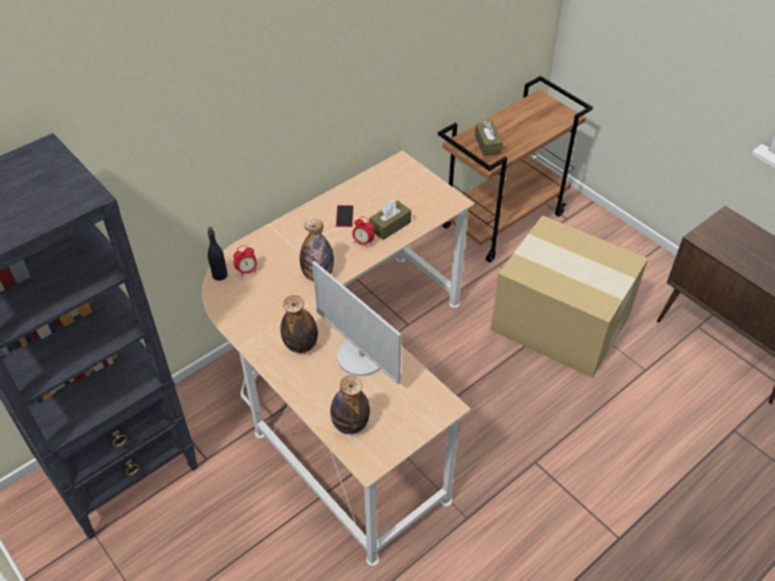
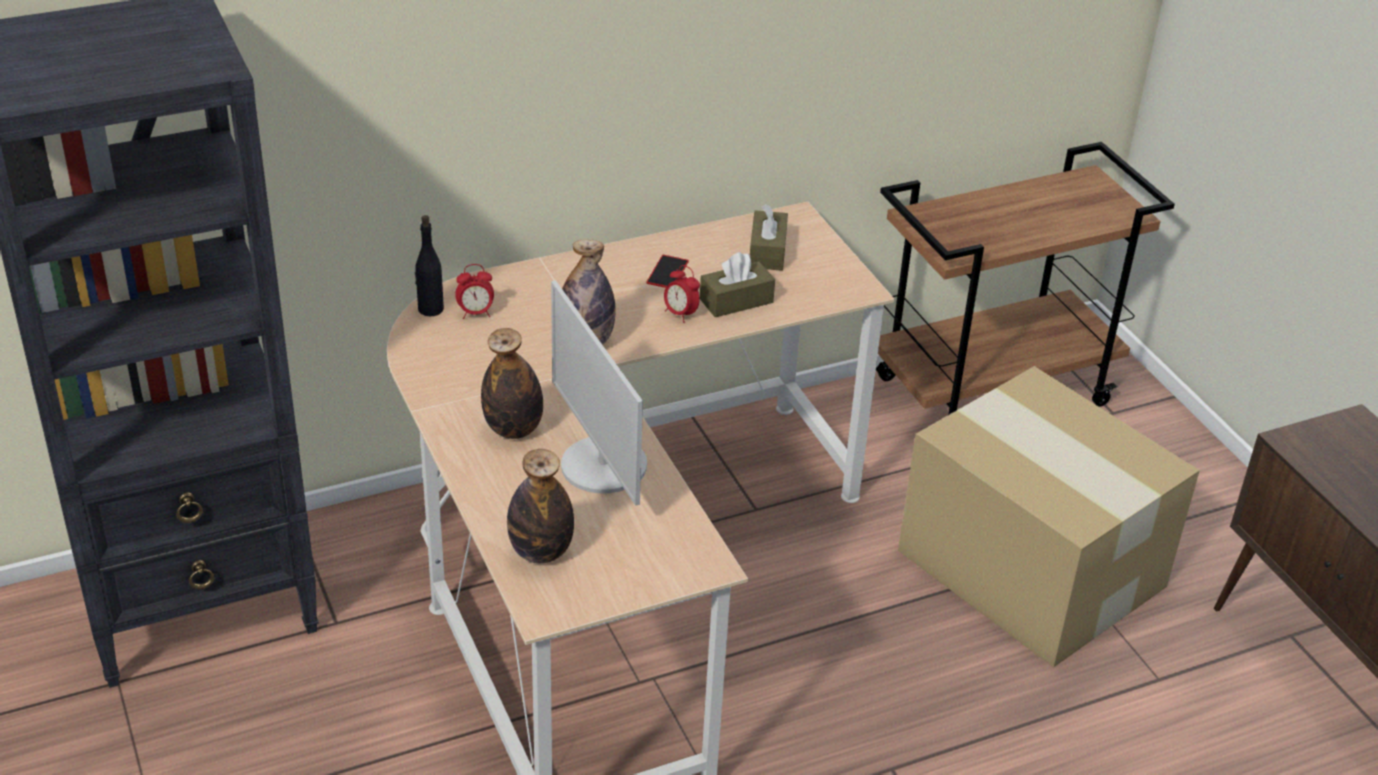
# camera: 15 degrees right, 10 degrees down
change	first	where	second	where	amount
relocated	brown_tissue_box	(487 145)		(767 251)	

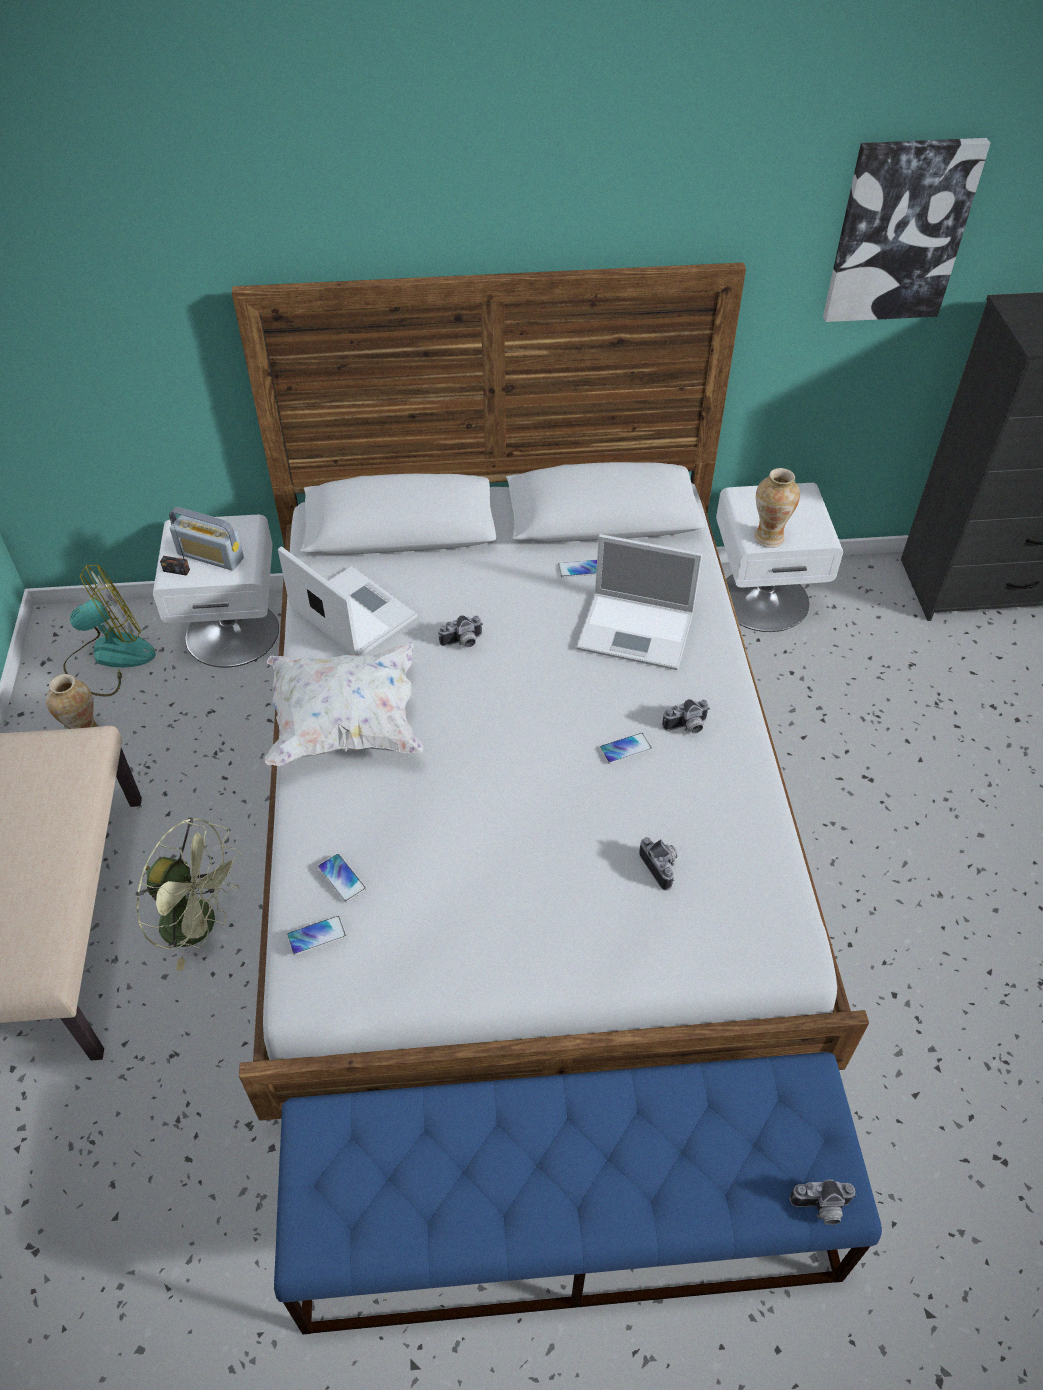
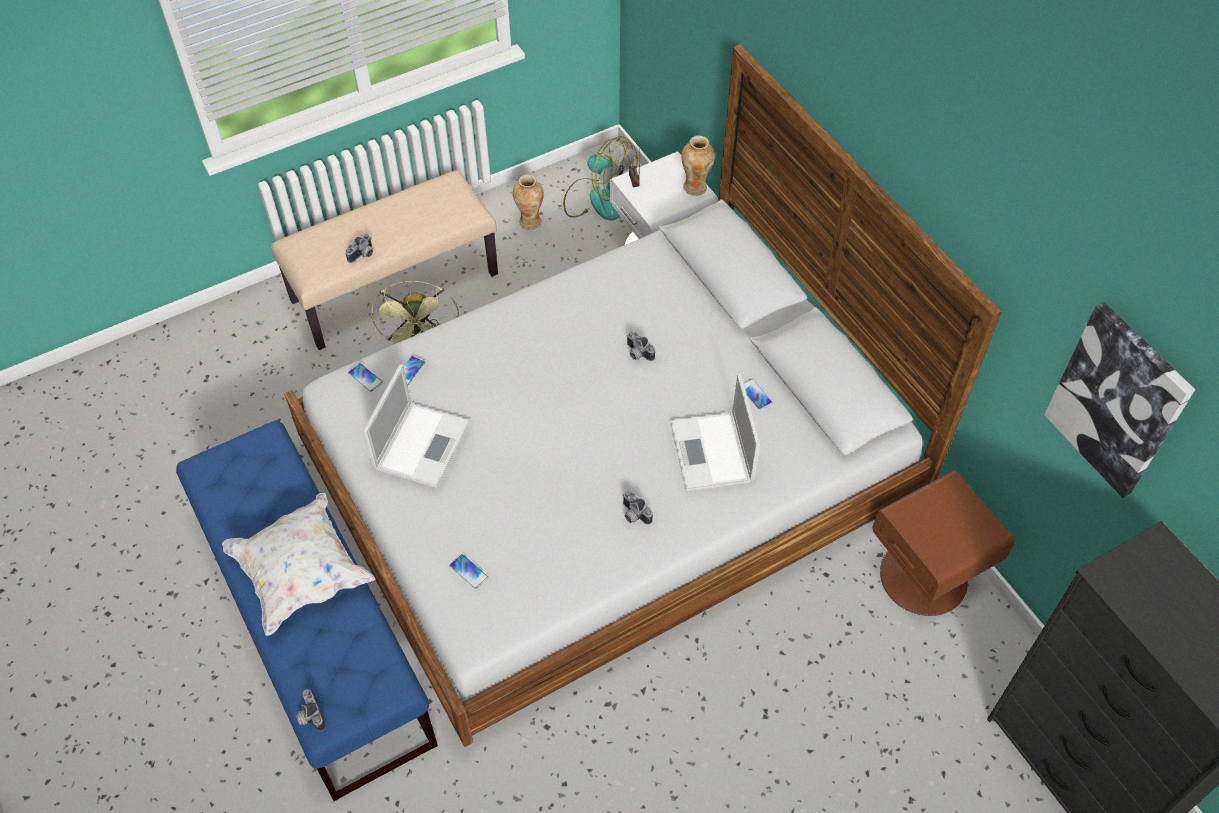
# camera: 65 degrees right, 5 degrees up
change	first	where	second	where	amount
relocated	vase	(768 537)		(695 187)	
colour	white_nightstand	(763 598)	brown_nightstand	(925 576)	
missing	radio	(210 556)			
relocated	laptop	(351 612)		(422 443)	
relocated	white_pillow	(346 724)		(301 574)	
relocated	phone	(625 749)		(468 572)	
relocated	photo_camera	(662 866)		(363 255)	

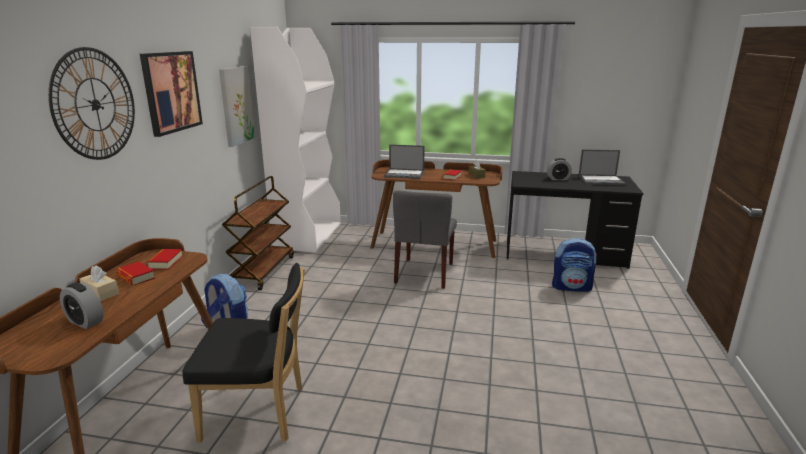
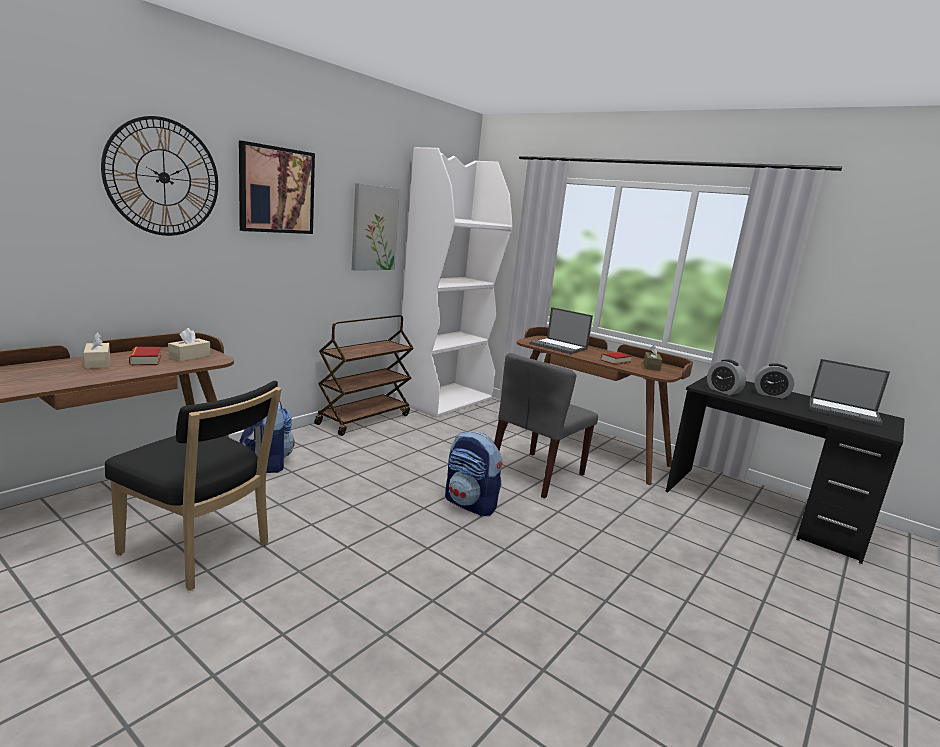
# camera: 25 degrees right, 5 degrees down
change	first	where	second	where	amount
relocated	backpack	(571 287)		(471 504)	
exchanged	book	(165 262)	beige_tissue_box	(189 356)	
relocated	alarm_clock	(85 321)		(723 391)	

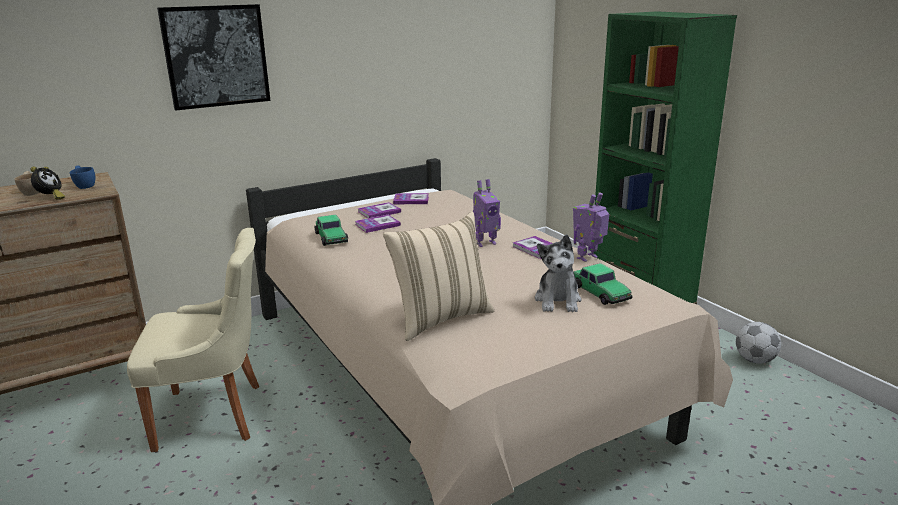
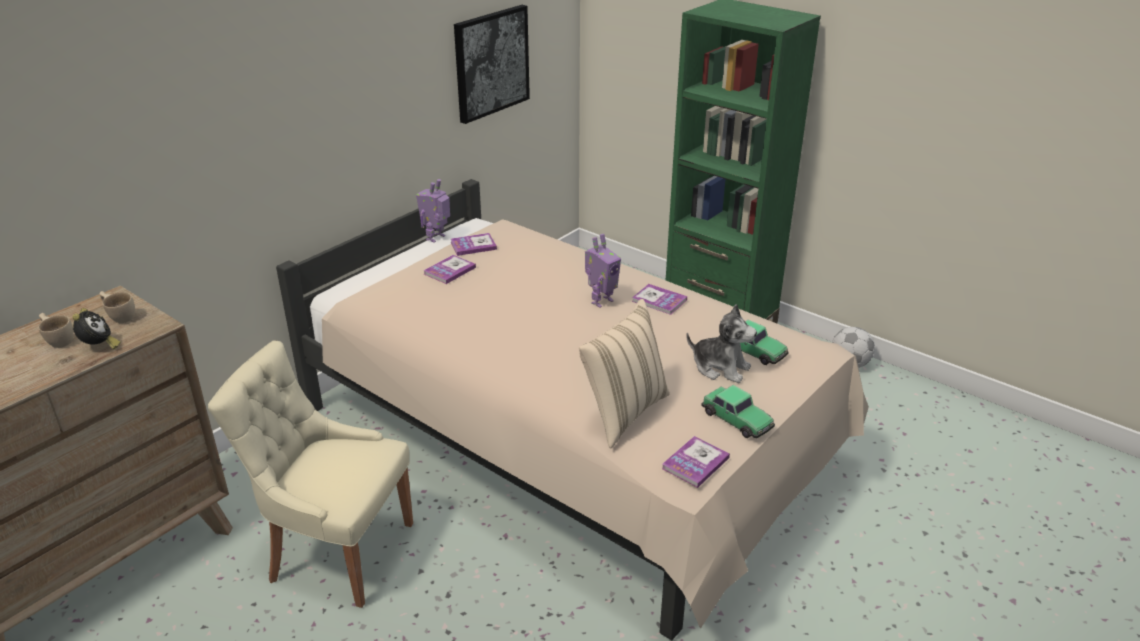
# camera: 20 degrees left, 10 degrees up
change	first	where	second	where	amount
relocated	picture	(216 56)		(491 63)	
colour	blue_cup	(85 185)	beige_cup	(120 316)	
relocated	toy_robot	(588 258)		(436 238)	
relocated	toy_car	(331 238)		(737 419)	
relocated	book	(377 225)		(695 463)	
spun	beige_chair	(214 415)		(337 551)	135 degrees counterclockwise
spun	plush_toy	(558 300)		(720 367)	45 degrees counterclockwise

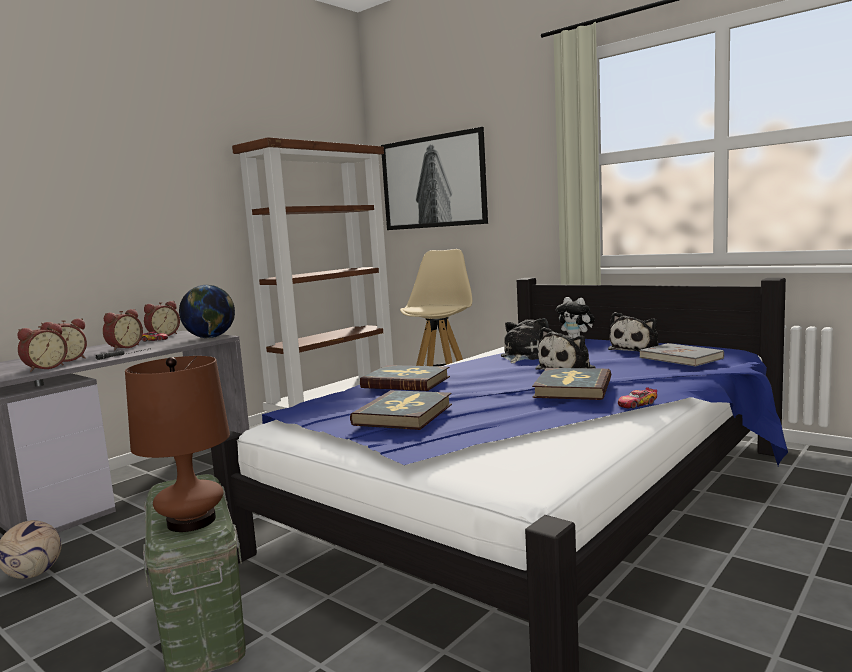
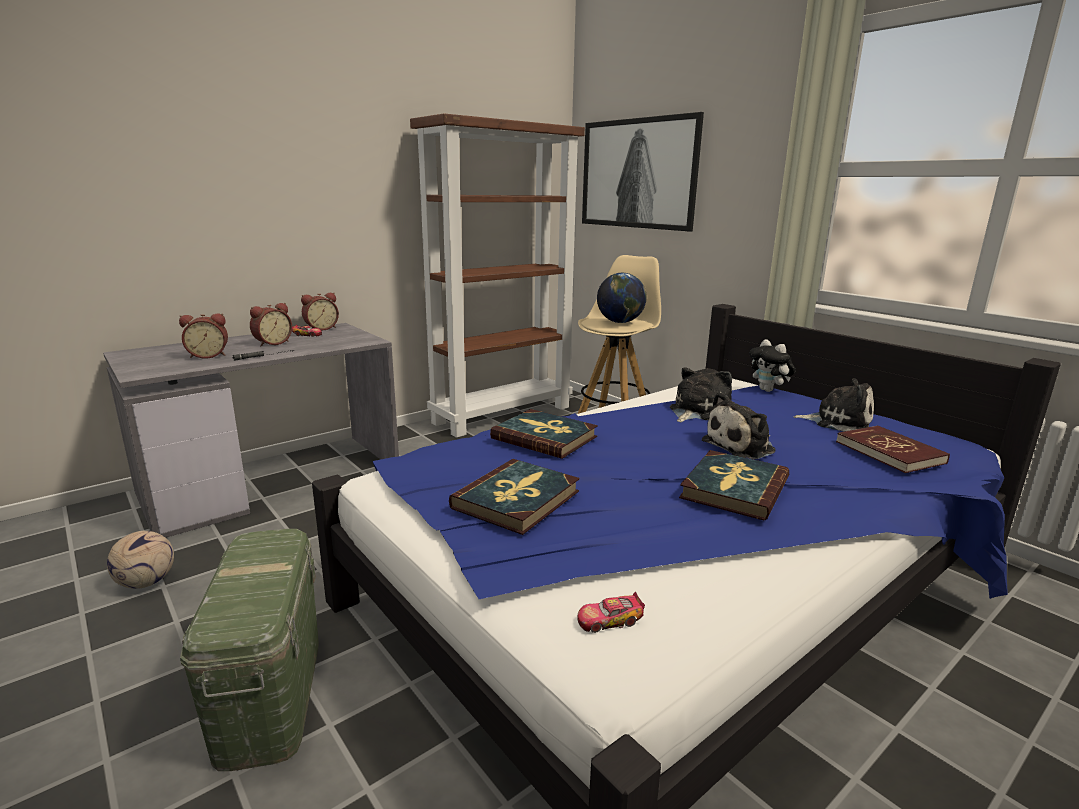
# camera: 10 degrees right, 10 degrees up
change	first	where	second	where	amount
relocated	globe	(210 338)		(620 322)	
spun	plush_toy	(637 349)		(838 422)	120 degrees counterclockwise
missing	alarm_clock	(44 368)			
colour	grey_book	(681 358)	red_book	(890 452)	
missing	brown_table_lamp	(192 521)			
relocated	toy_car	(636 404)		(608 620)	

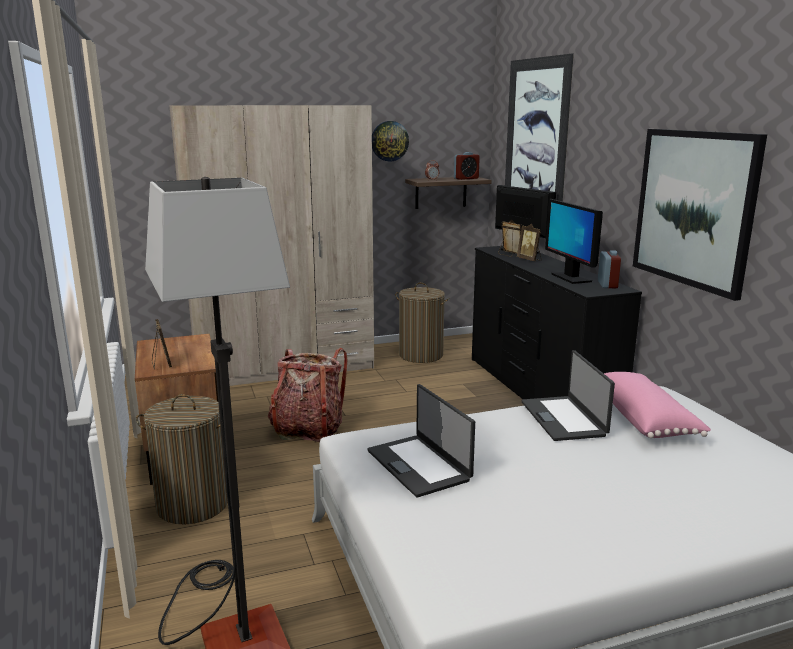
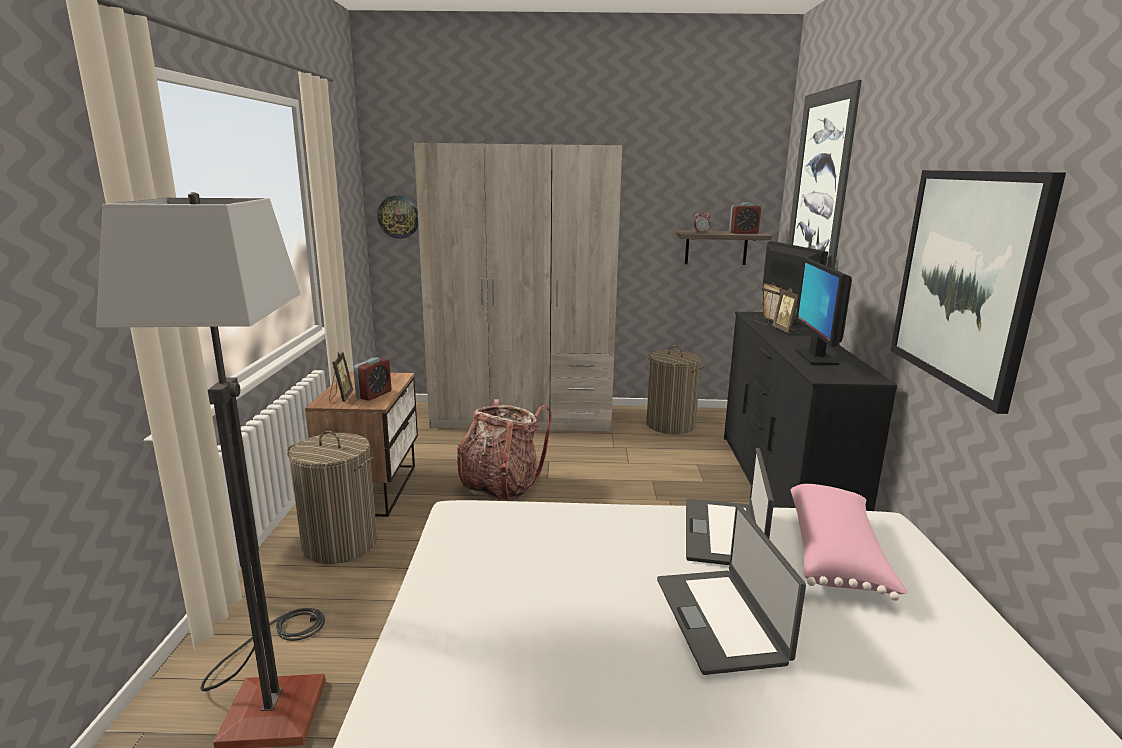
# camera: 20 degrees right, 0 degrees up
change	first	where	second	where	amount
relocated	wall_clock	(389 141)		(399 217)	
relocated	alarm_clock	(607 284)		(374 395)	
relocated	laptop	(419 465)		(721 619)	

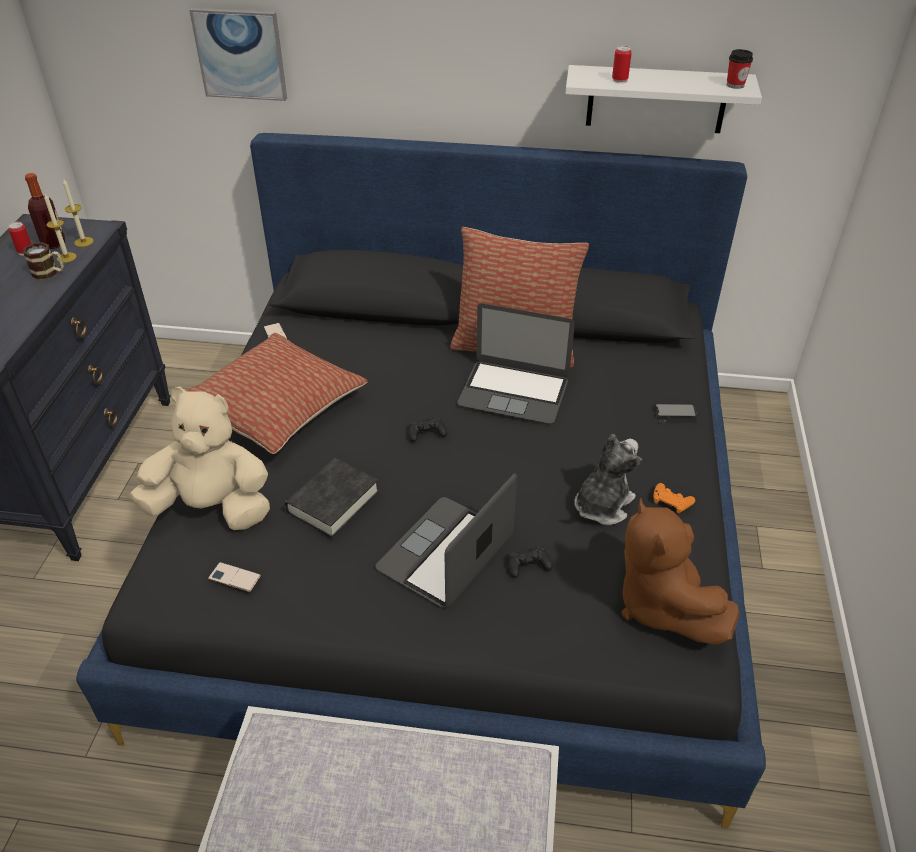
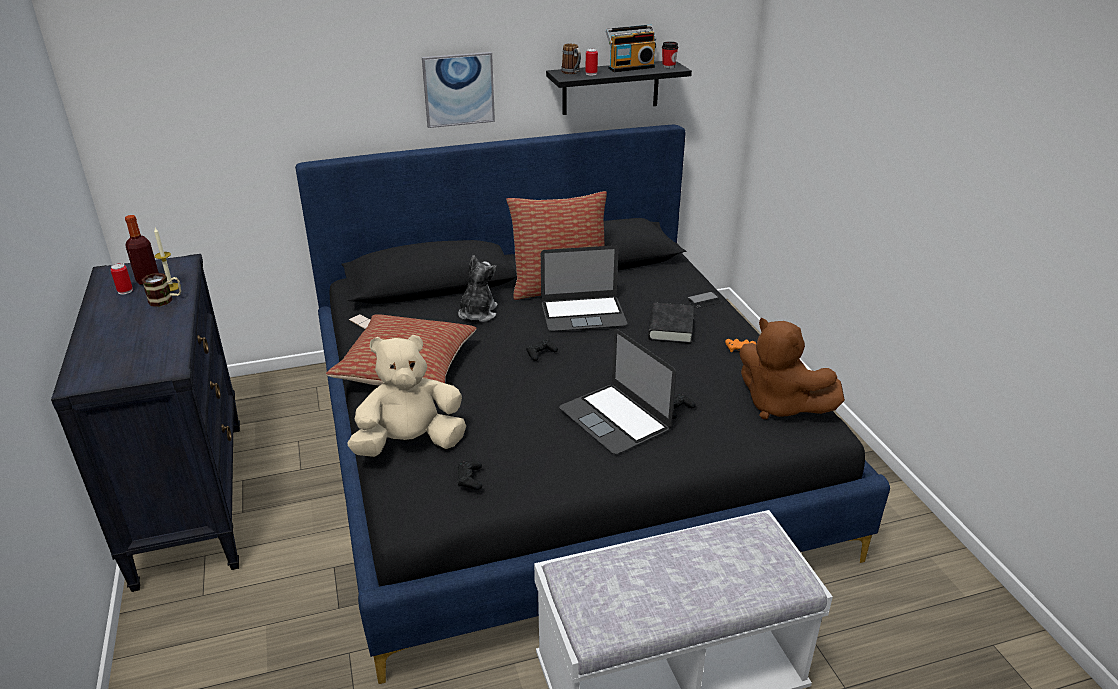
# camera: 25 degrees left, 10 degrees down
change	first	where	second	where	amount
relocated	picture	(240 54)		(458 89)	
colour	white_shelf	(656 99)	black_shelf	(610 87)	
missing	candle	(84 242)			
relocated	plush_toy	(602 505)		(477 313)	
relocated	black_book	(333 502)		(670 328)	
spun	laptop	(446 552)		(614 418)	45 degrees counterclockwise
exchanged	phone	(234 577)	black_game_controller	(470 479)	
appeared			radio	(630 67)	
appeared			mug	(572 73)	

